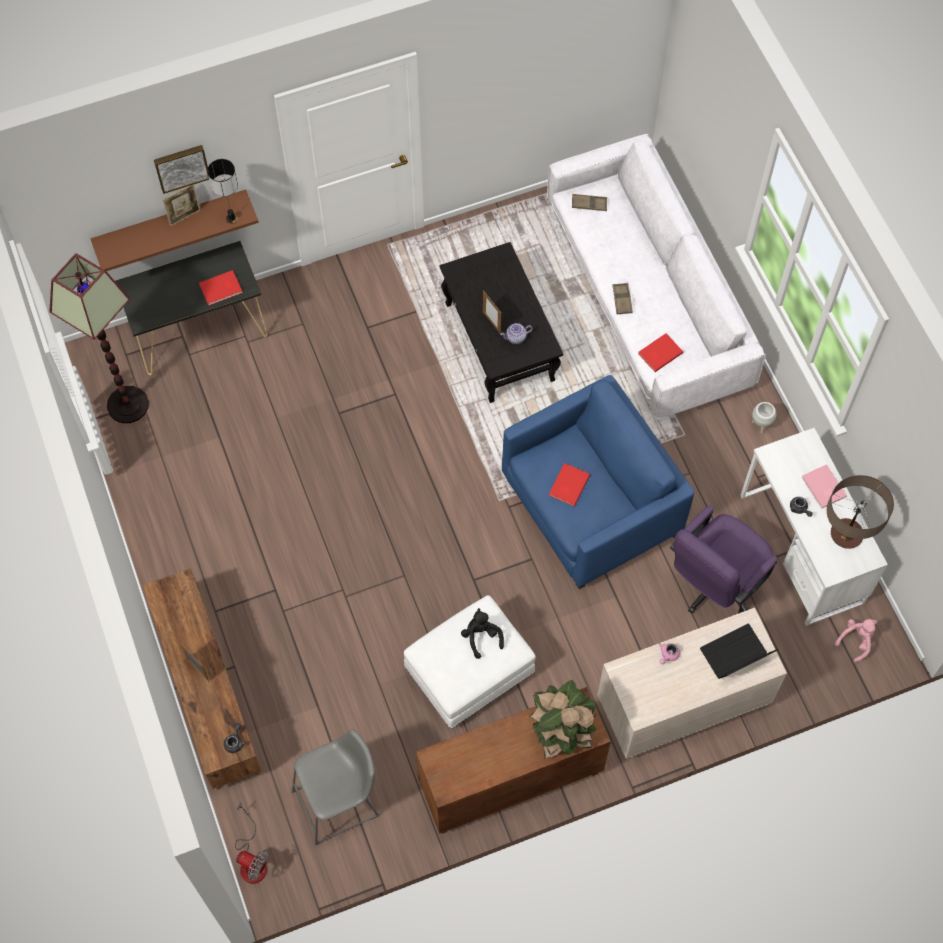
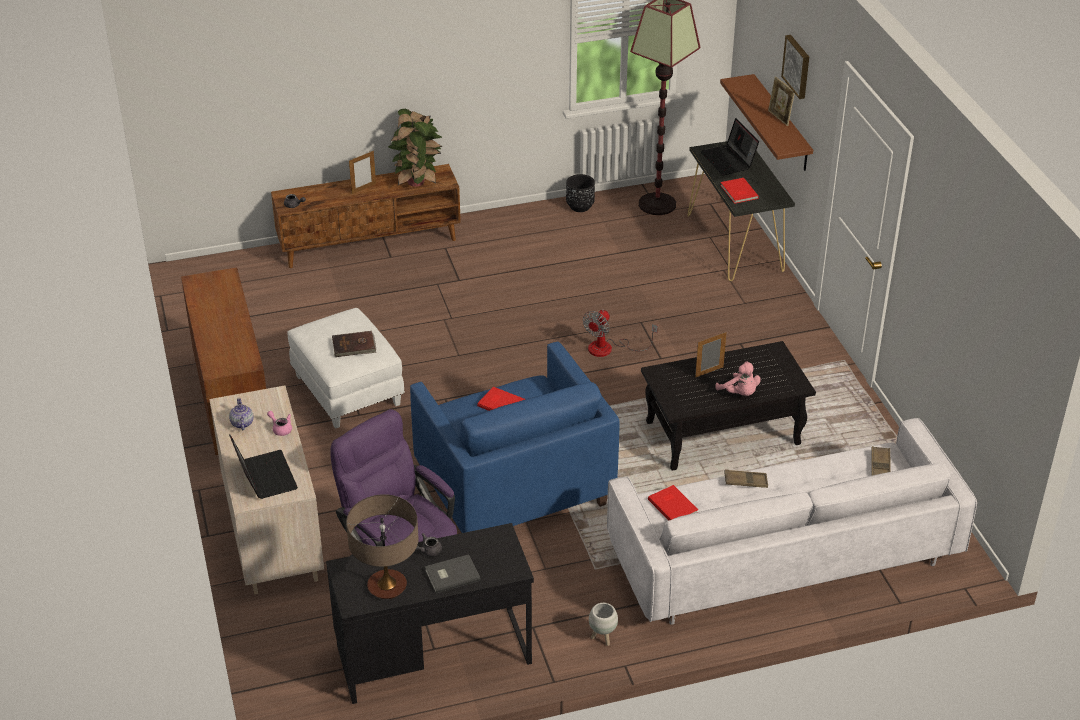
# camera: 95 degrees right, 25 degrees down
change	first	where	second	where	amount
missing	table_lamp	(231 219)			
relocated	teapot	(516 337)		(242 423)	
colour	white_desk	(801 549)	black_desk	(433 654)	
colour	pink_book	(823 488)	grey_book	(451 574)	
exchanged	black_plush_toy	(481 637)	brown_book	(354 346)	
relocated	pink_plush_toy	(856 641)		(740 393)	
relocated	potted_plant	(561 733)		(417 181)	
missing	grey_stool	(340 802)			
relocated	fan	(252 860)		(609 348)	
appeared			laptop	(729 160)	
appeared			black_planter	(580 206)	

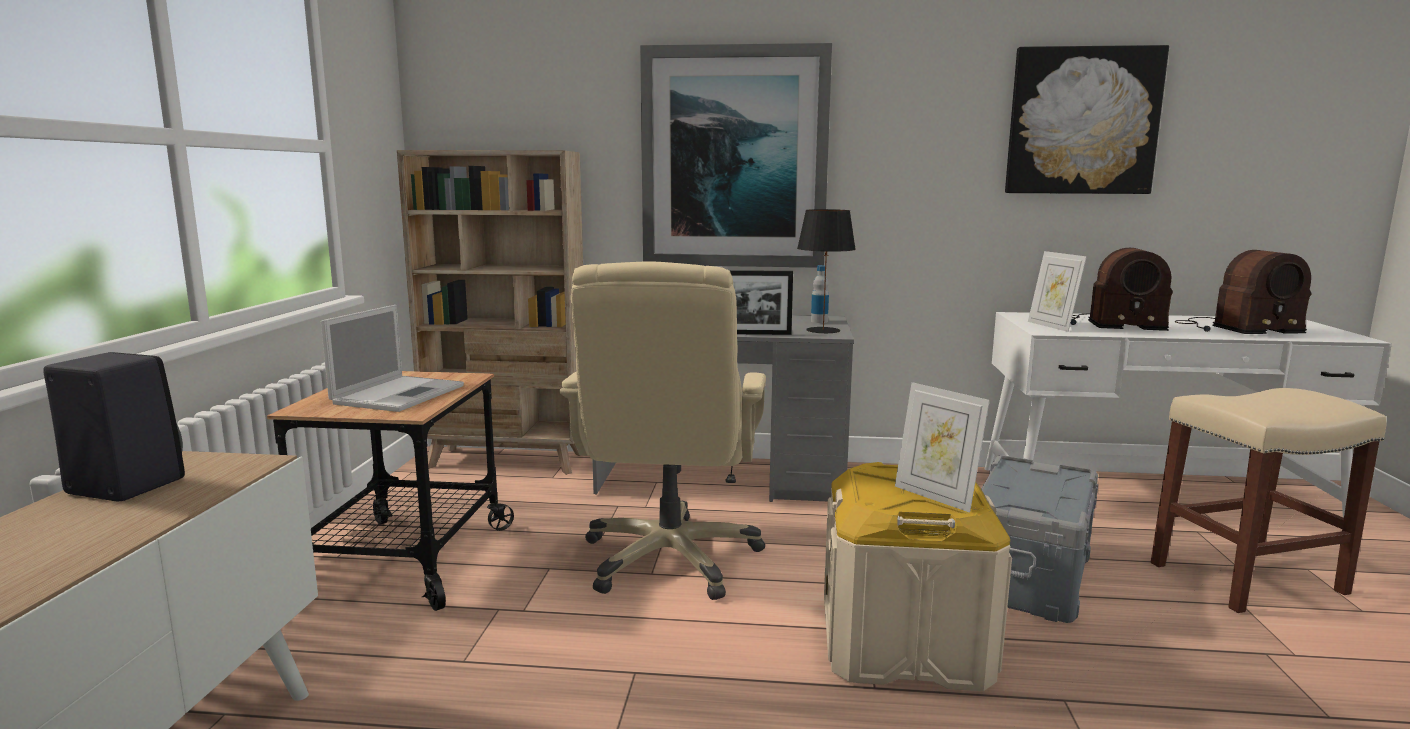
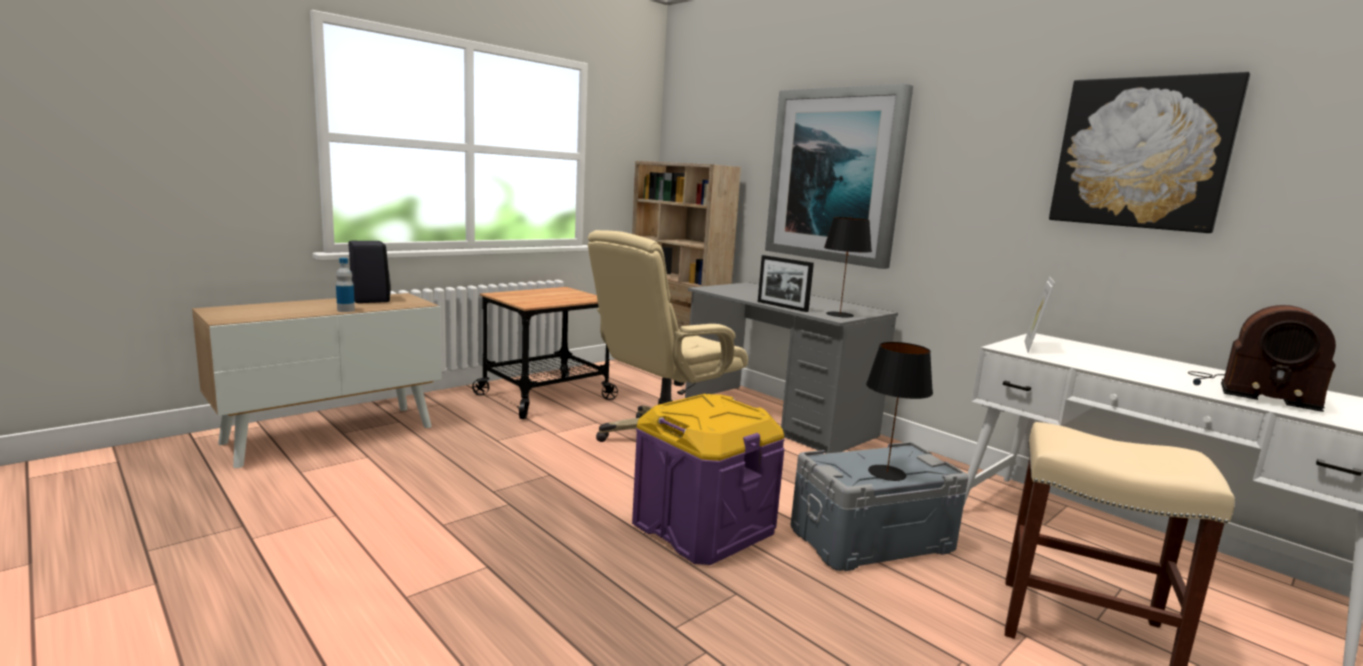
# camera: 40 degrees right, 0 degrees up
change	first	where	second	where	amount
missing	radio	(1110 324)			
relocated	bottle	(819 321)		(346 310)	
missing	laptop	(400 394)			
missing	picture_frame	(936 496)			
colour	beige_storage_box	(905 644)	purple_storage_box	(703 527)	
appeared			black_table_lamp	(886 473)	

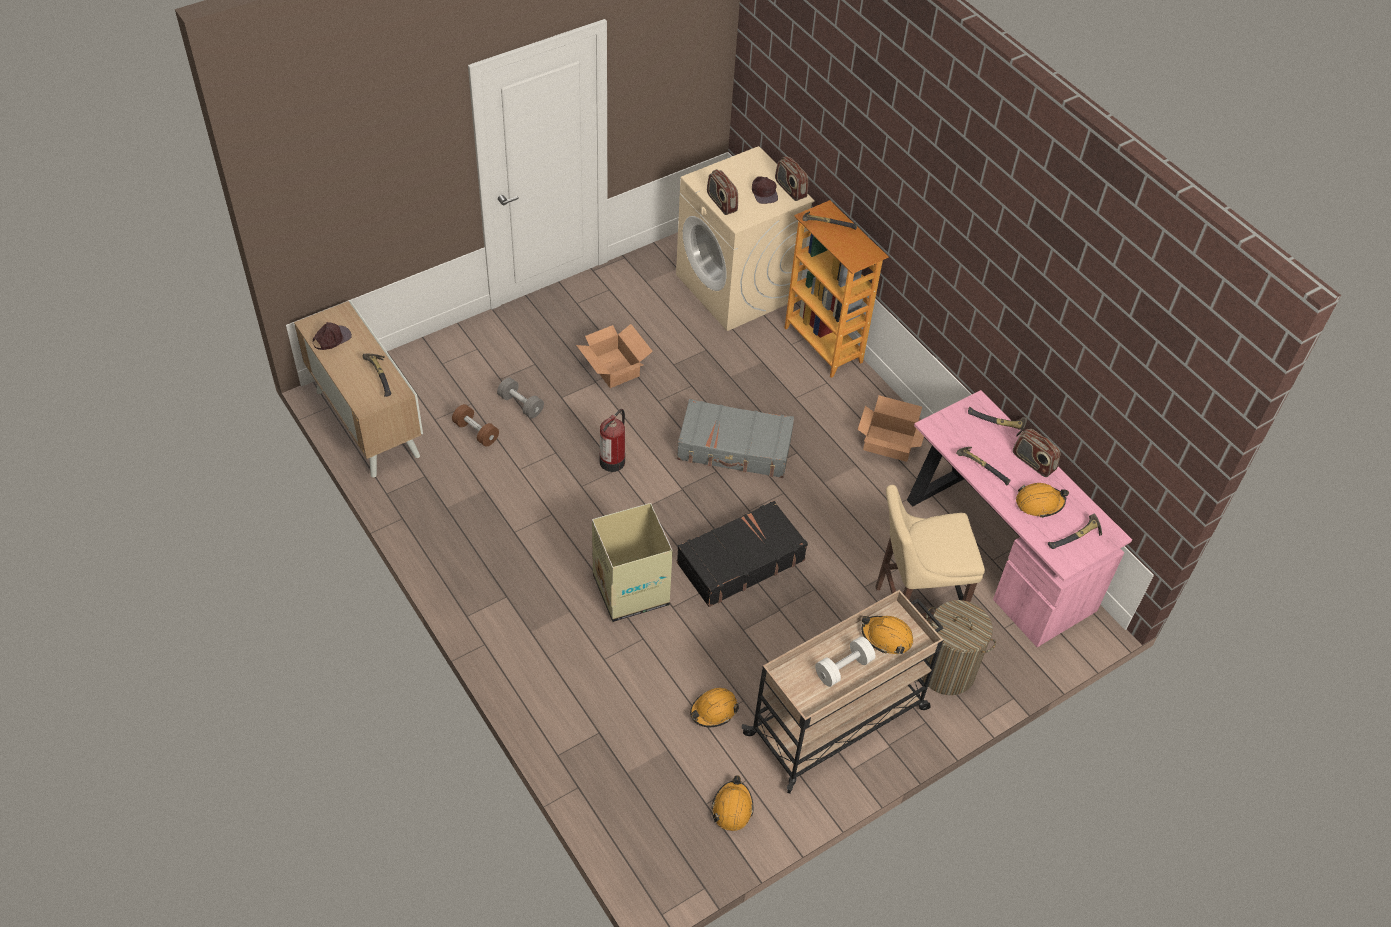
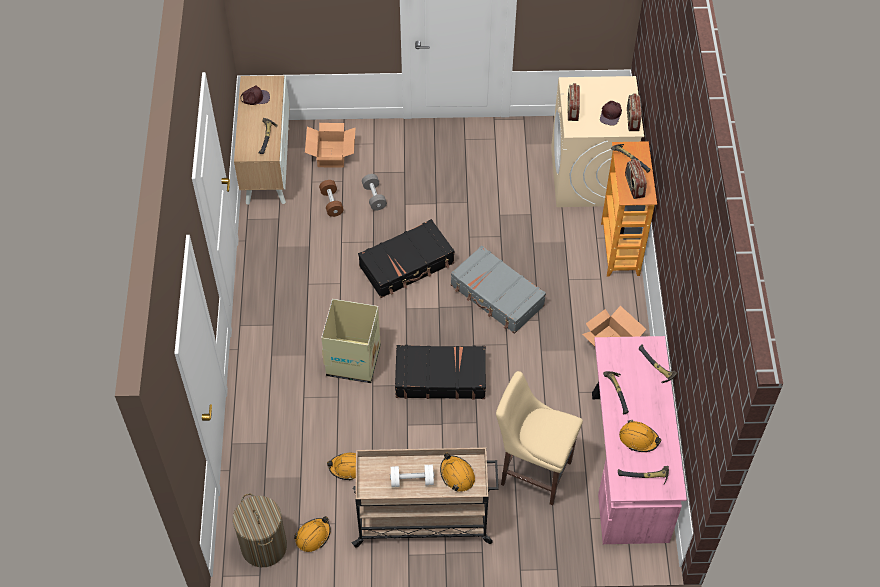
# camera: 35 degrees right, 5 degrees up
change	first	where	second	where	amount
relocated	cardboard_box	(614 368)		(331 154)	
exchanged	fire_extinguisher	(613 460)	black_suitcase	(407 265)	
relocated	radio	(1033 462)		(634 186)	
relocated	laundry_basket	(946 670)		(264 546)	

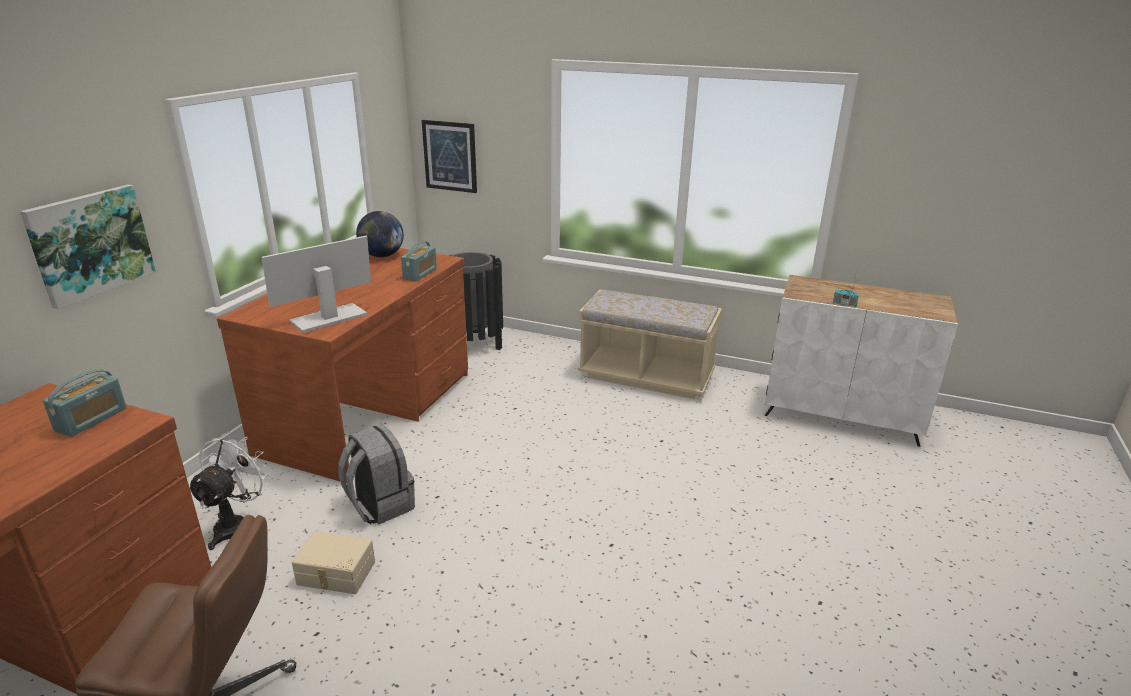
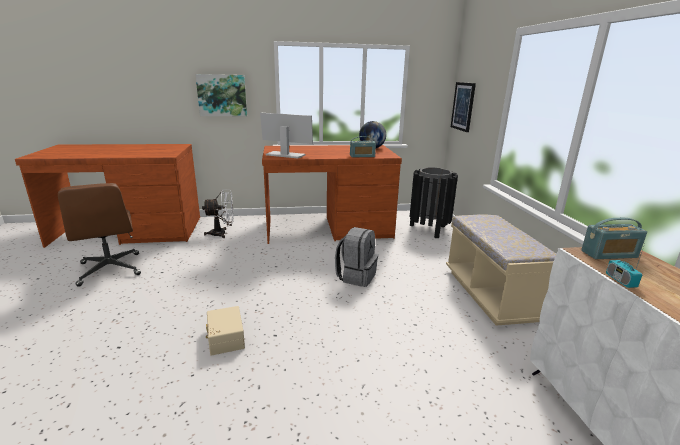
# camera: 60 degrees right, 5 degrees down
change	first	where	second	where	amount
relocated	radio	(91 419)		(609 254)	
relocated	grey_backpack	(379 505)		(356 276)	
relocated	beige_storage_box	(335 574)		(224 338)	

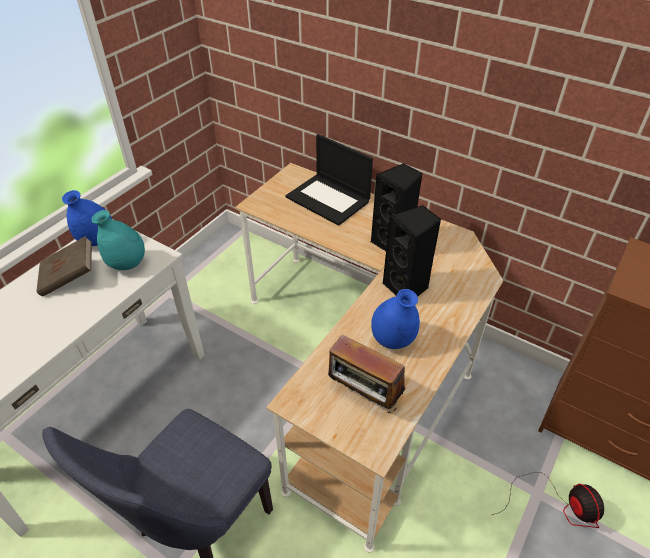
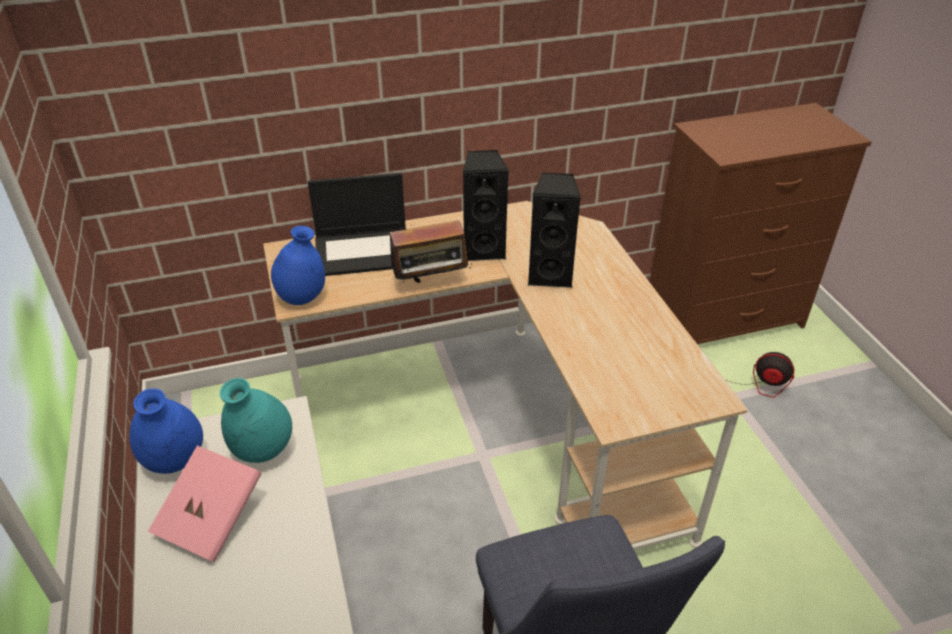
# camera: 50 degrees left, 5 degrees down
change	first	where	second	where	amount
colour	brown_book	(69 277)	pink_book	(212 518)	
relocated	blue_vase	(393 340)		(302 297)	
relocated	radio	(364 396)		(431 283)	

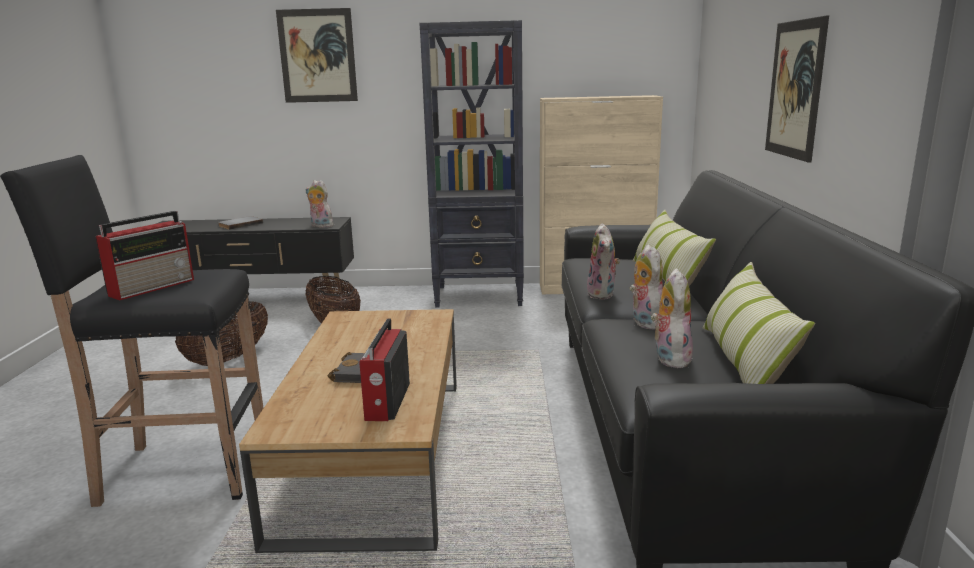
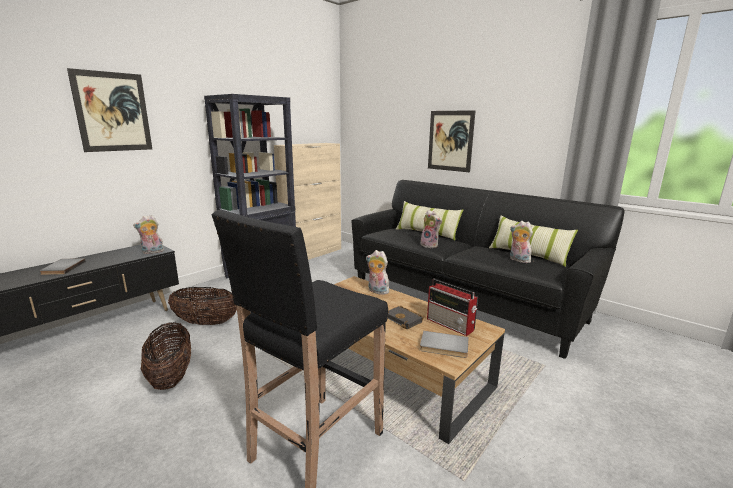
# camera: 50 degrees left, 0 degrees up
change	first	where	second	where	amount
missing	radio	(153 287)			
relocated	plush_toy	(644 322)		(377 291)	
appeared			grey_book	(444 347)	

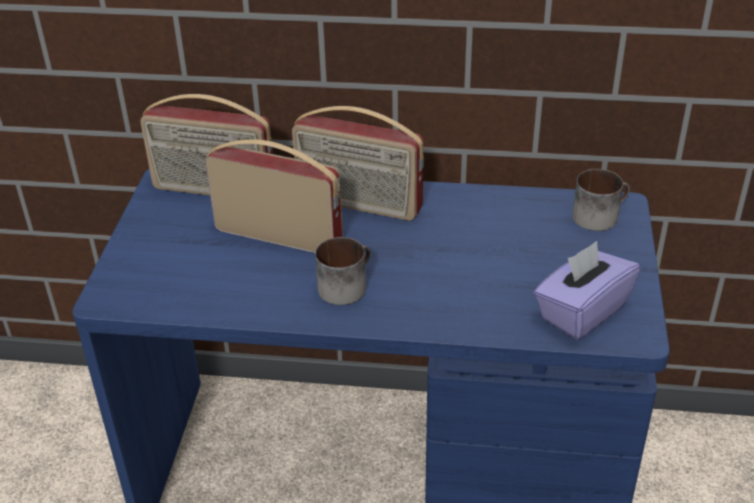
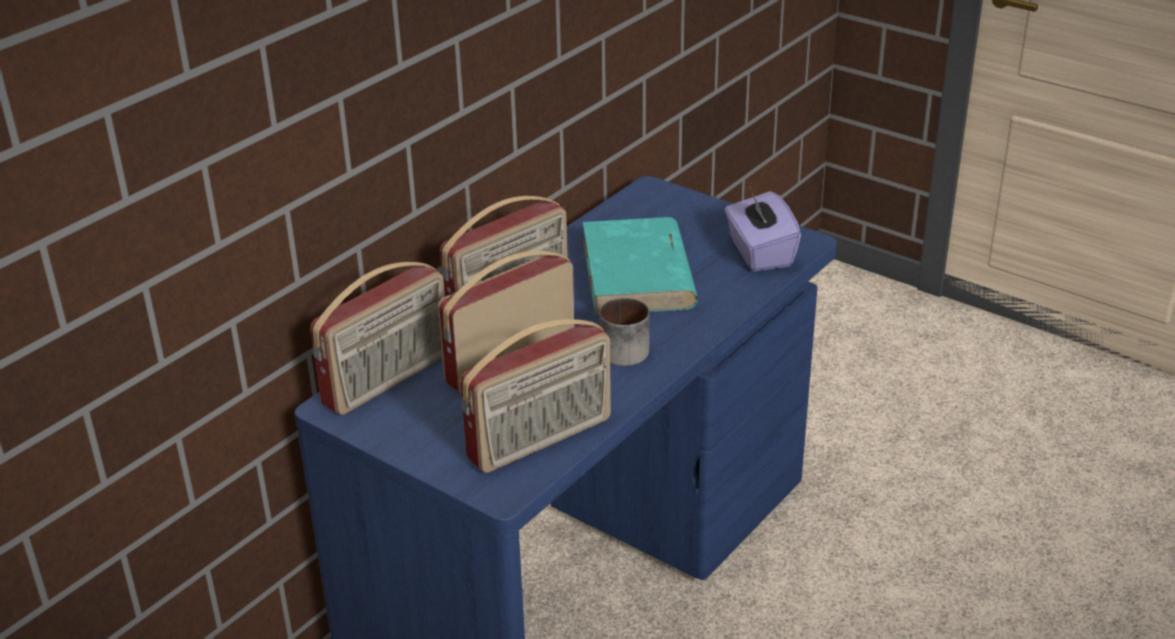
# camera: 60 degrees left, 5 degrees down
change	first	where	second	where	amount
missing	mug	(599 215)			
appeared			turquoise_book	(638 274)	
appeared			radio	(541 440)	

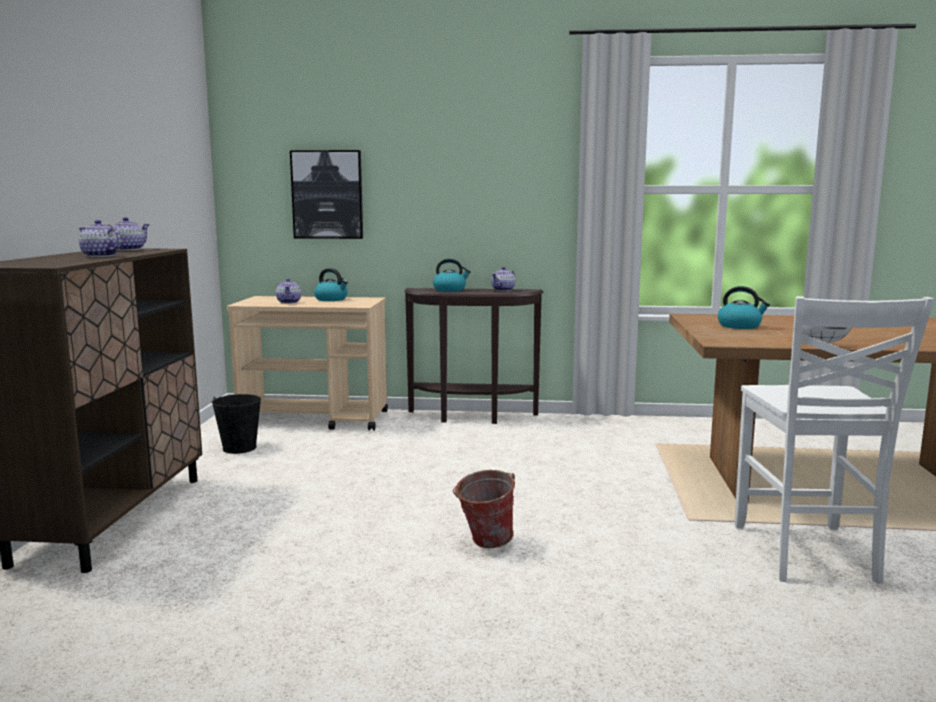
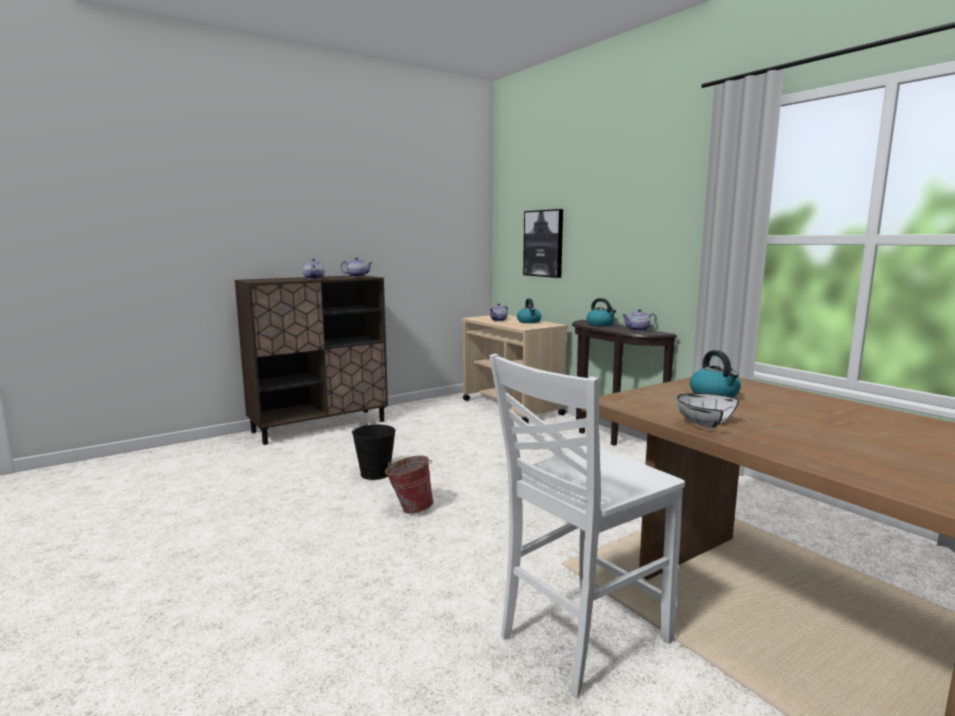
# camera: 50 degrees right, 0 degrees up
change	first	where	second	where	amount
relocated	black_bucket	(239 448)		(375 473)	

